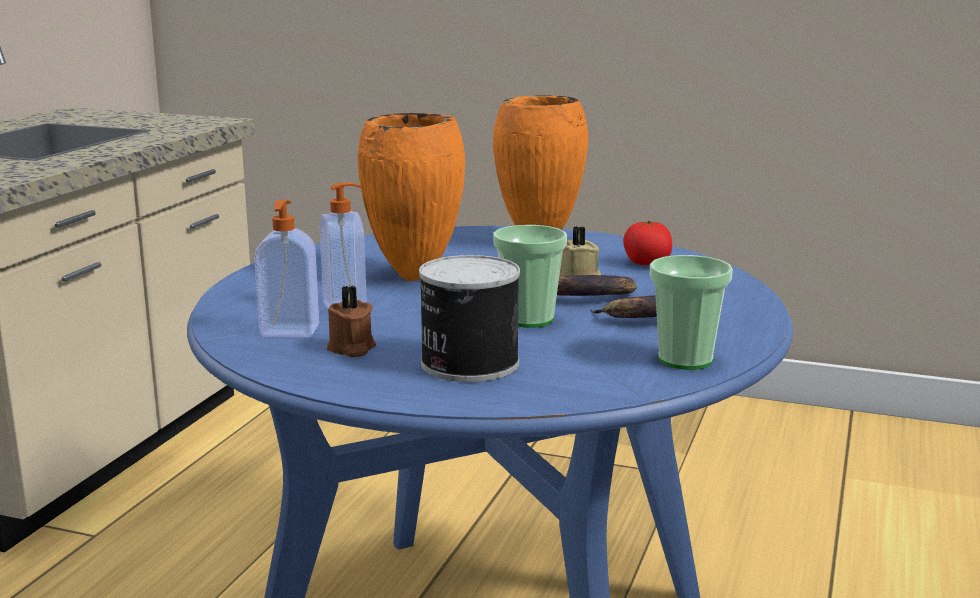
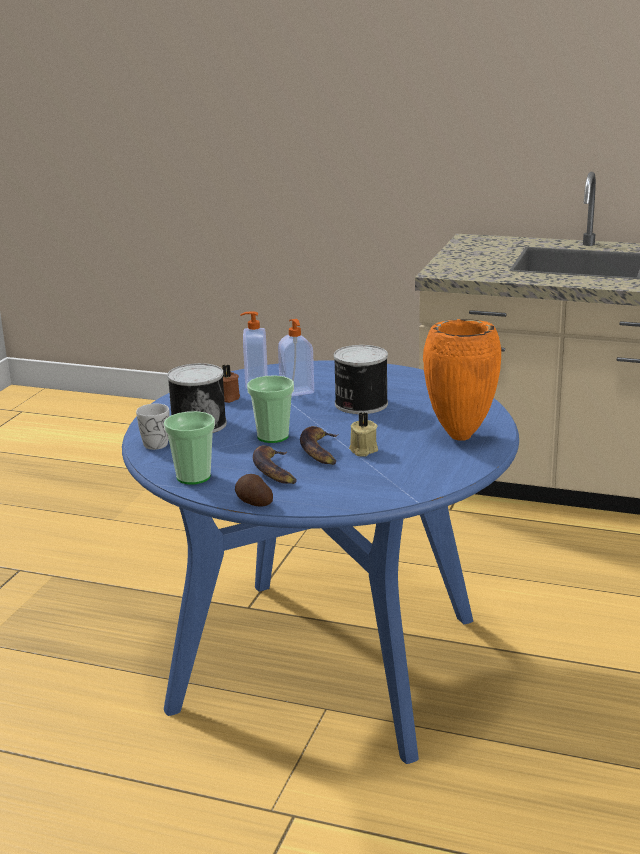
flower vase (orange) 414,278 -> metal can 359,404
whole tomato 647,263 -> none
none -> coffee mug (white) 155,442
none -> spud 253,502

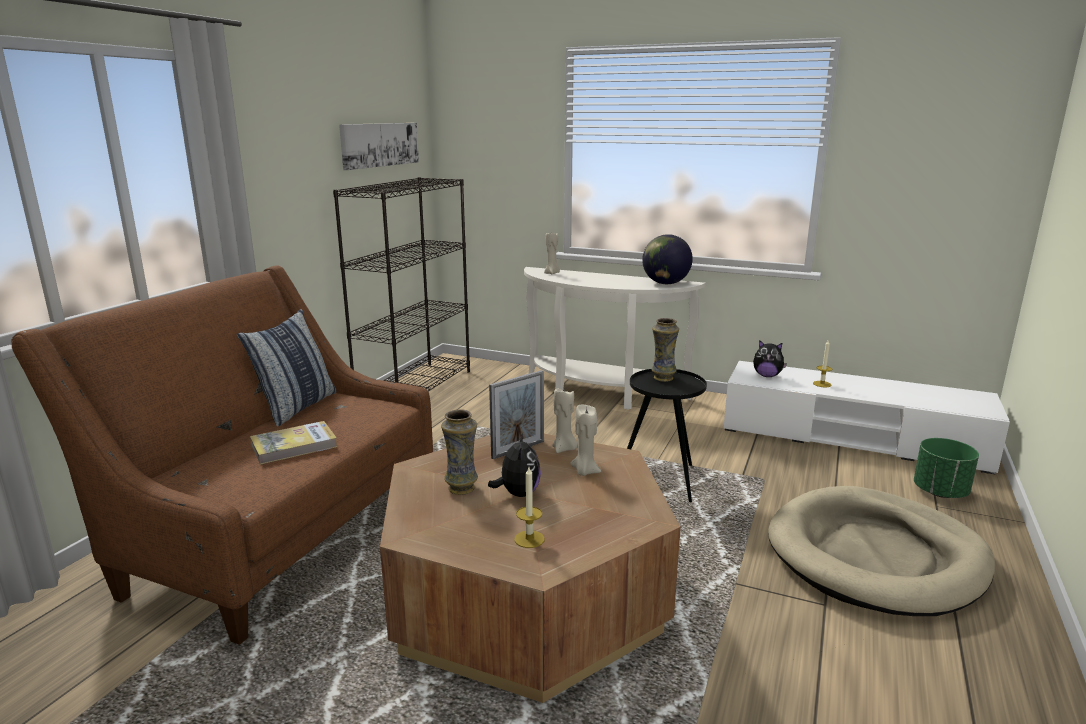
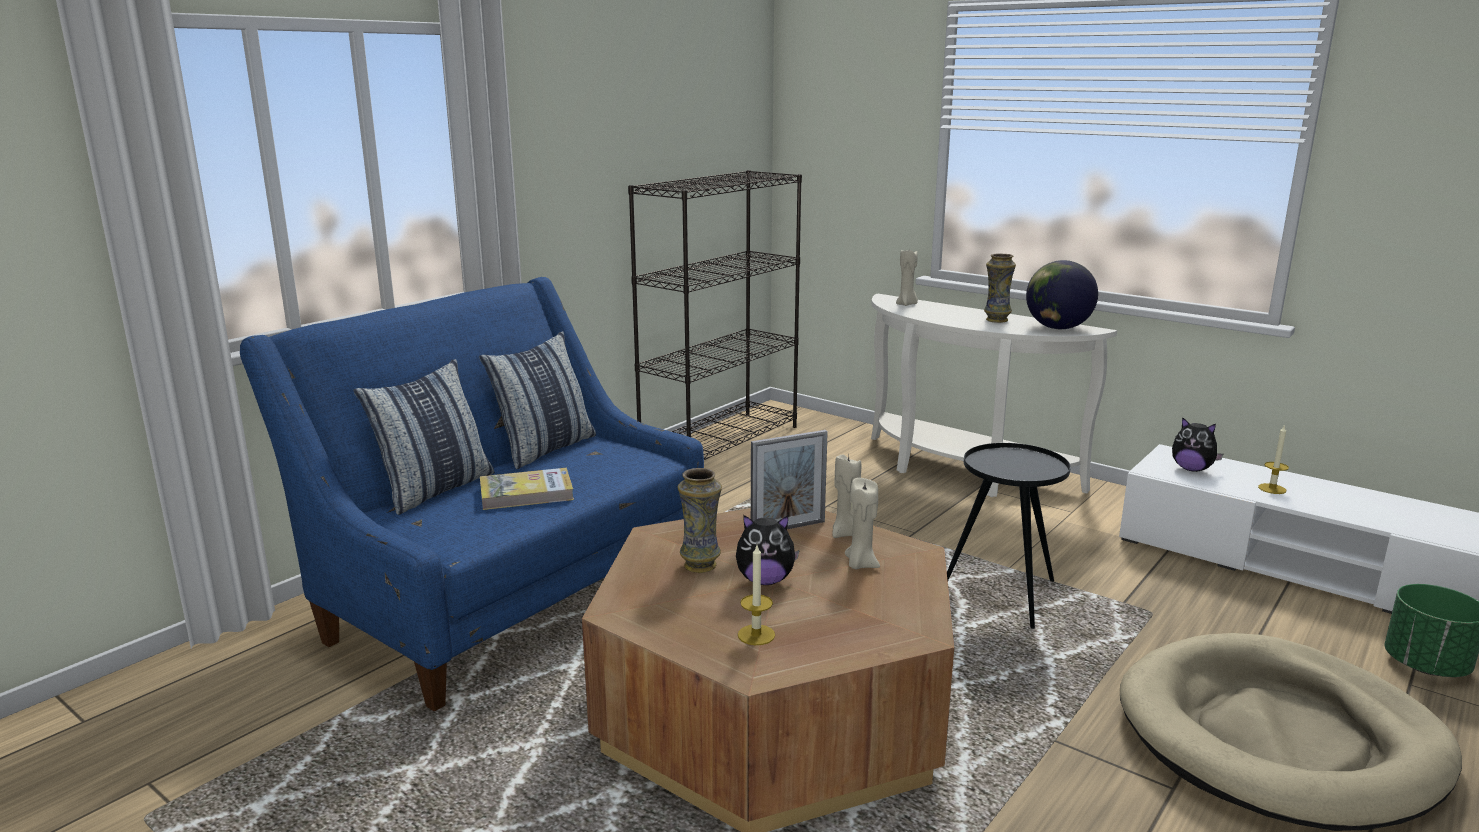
picture 379,144 -> none
couch (brown-coloured) 276,533 -> couch (blue) 507,595
flower vase 662,378 -> flower vase 996,320, moved
plush toy 518,493 -> plush toy 765,580, 75 degrees clockwise
none -> cushion 435,489

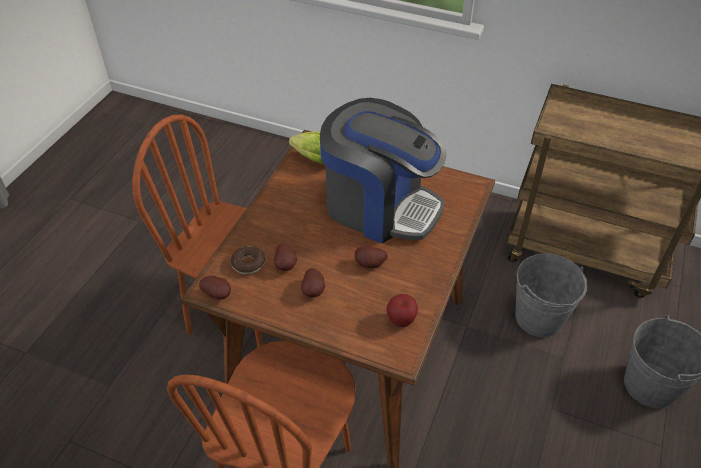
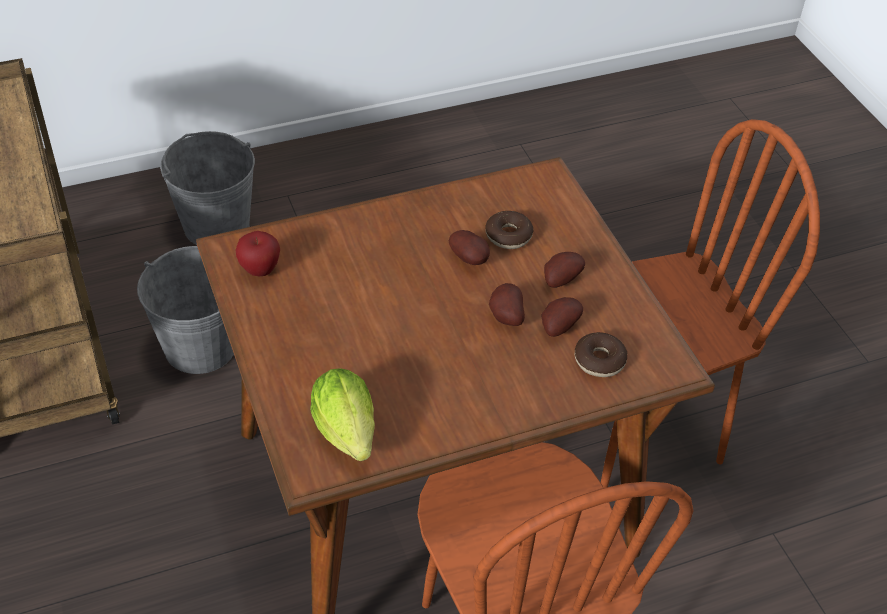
coffee maker 380,206 -> none
spud 218,294 -> spud 505,317, moved
whole apple 401,321 -> whole apple 260,270, moved
none -> donut 508,236

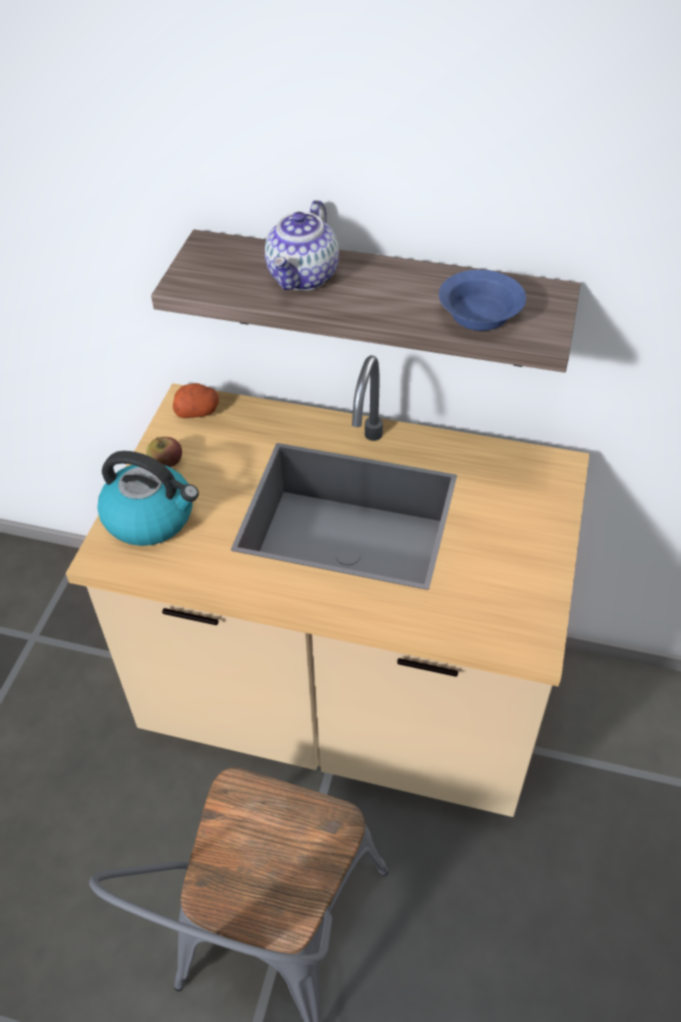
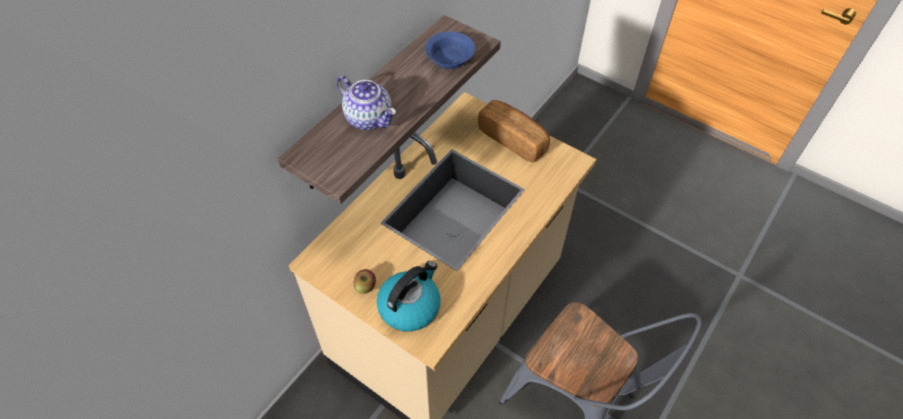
spud 198,411 -> none
none -> bread 513,139

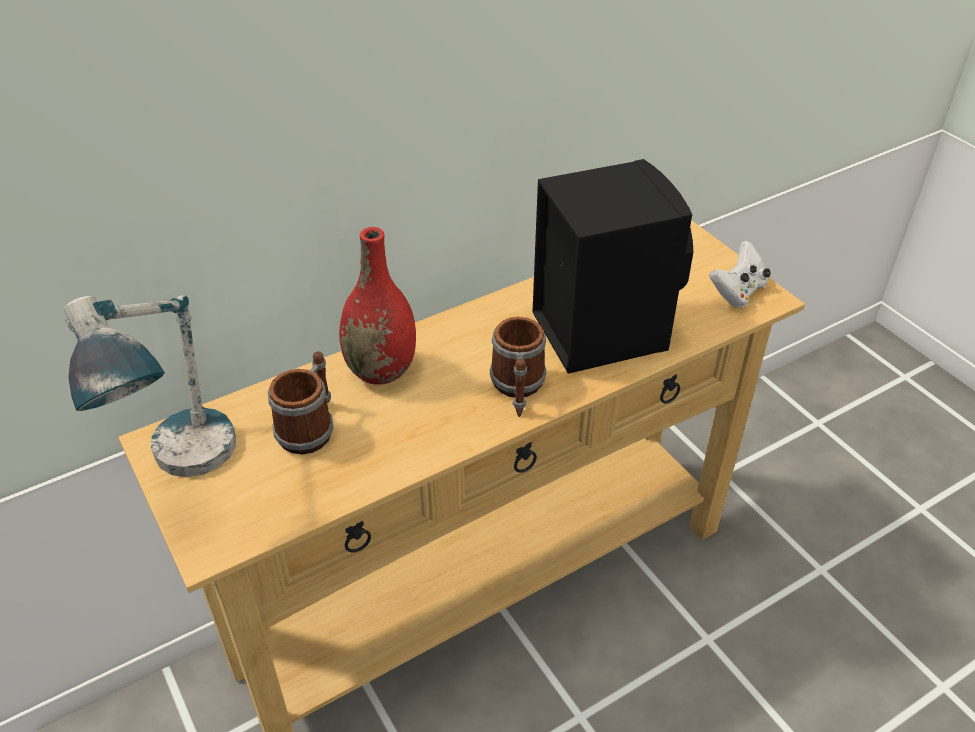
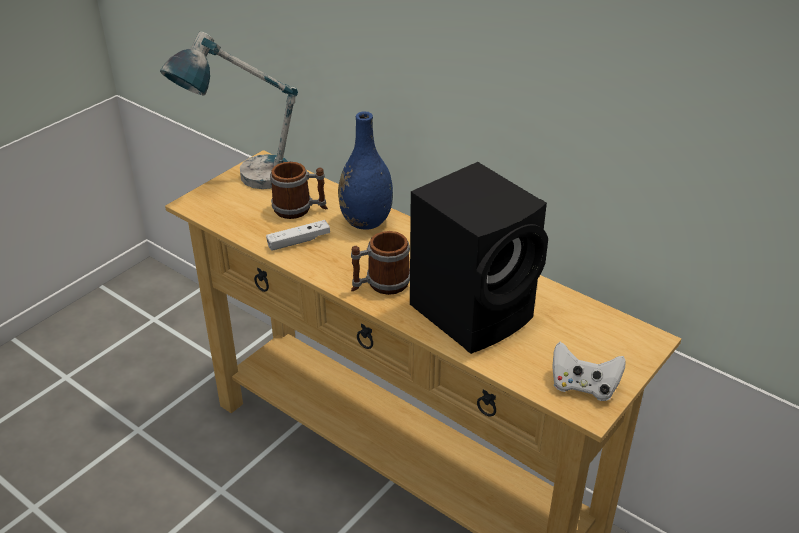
flower vase (red-coloured) 381,370 -> flower vase (blue) 366,221
none -> joypad (white) 299,241

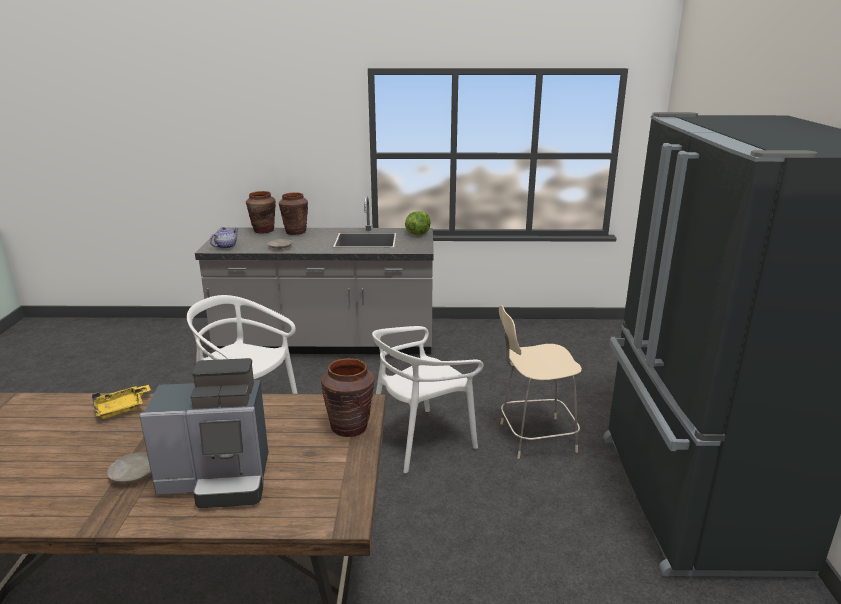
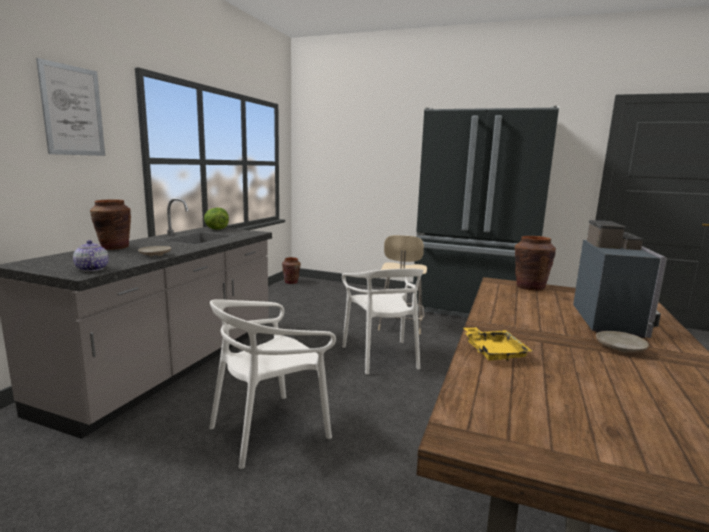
flower vase (brown-coloured) 263,231 -> flower vase (brown-coloured) 291,282, moved
none -> picture 72,111

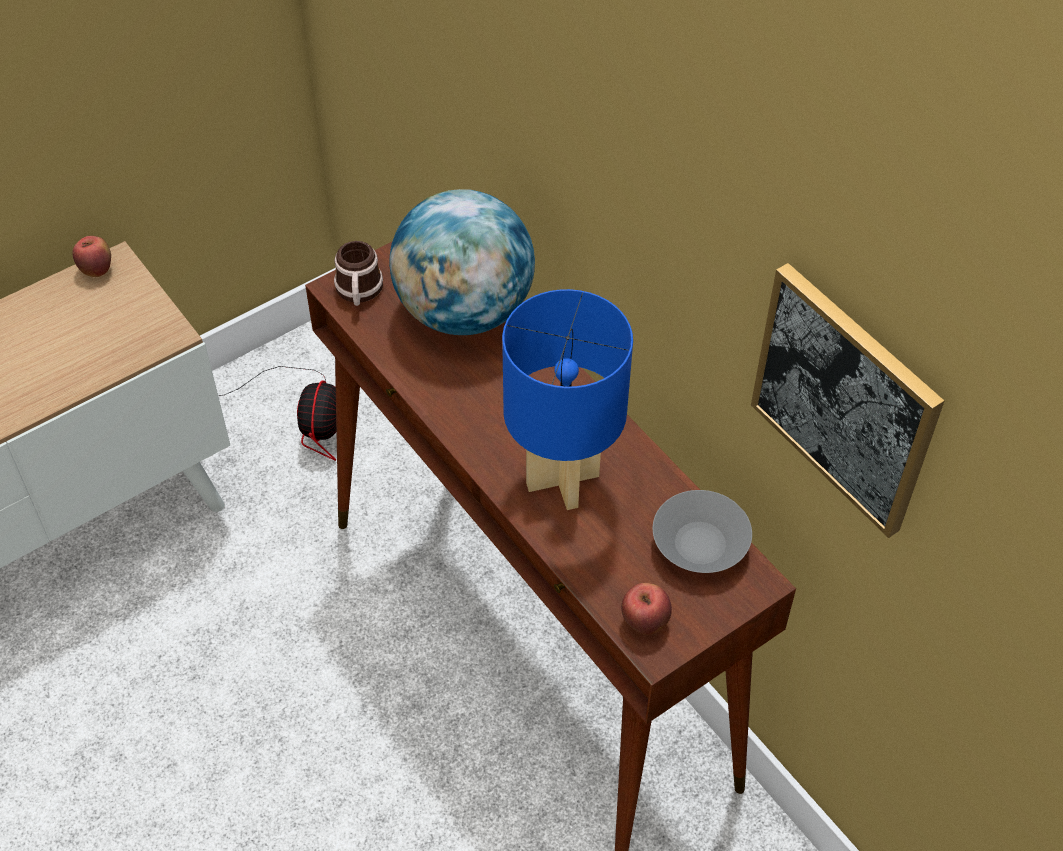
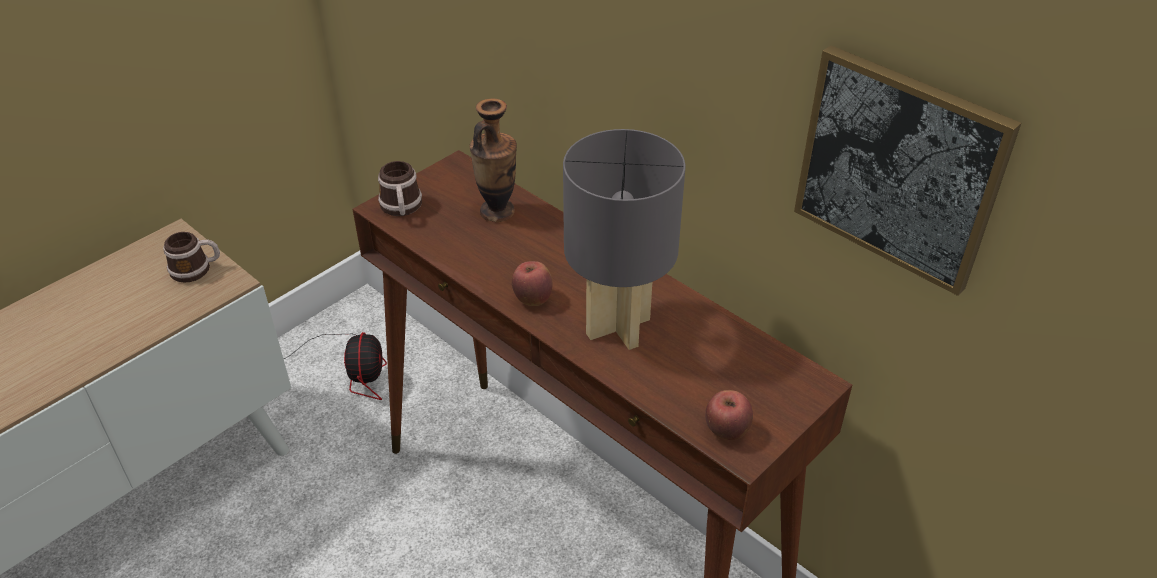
desk globe 464,311 -> flower vase 497,211
whole apple 97,270 -> whole apple 533,299, moved
tabletop lamp (blue) 563,481 -> tabletop lamp (greyish) 619,327
bowl (greyish) 701,545 -> none
none -> coffee mug 196,269

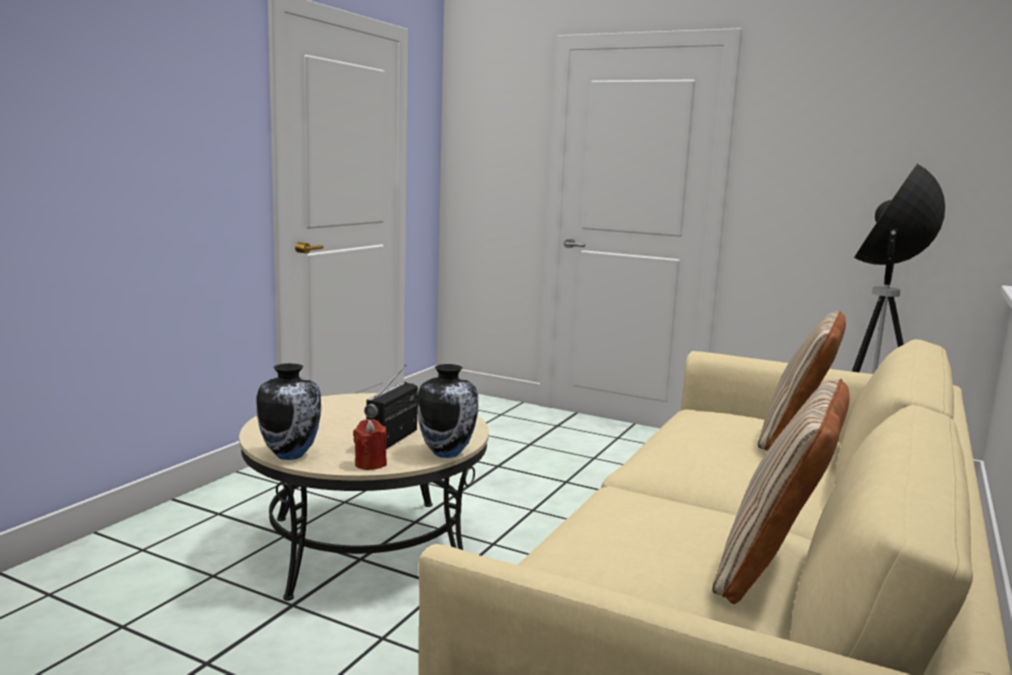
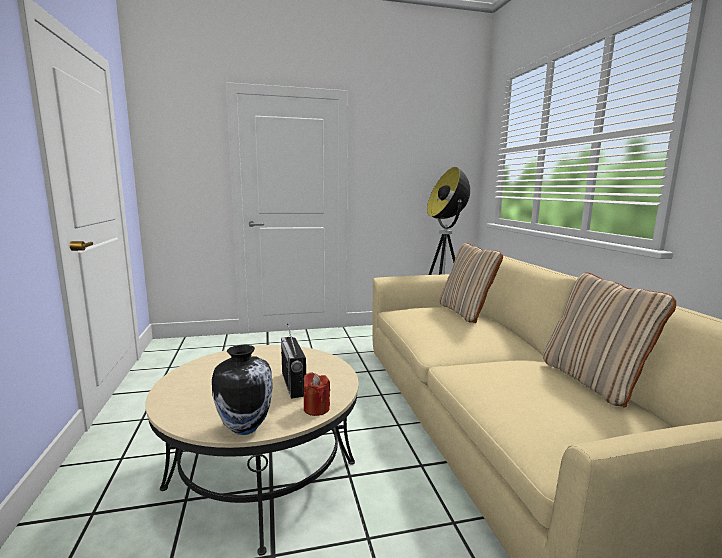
flower vase 447,453 -> none

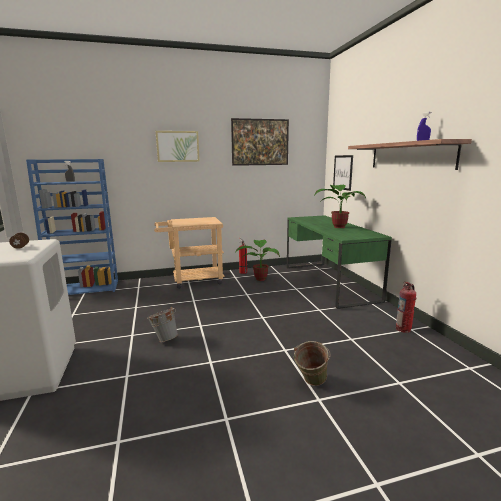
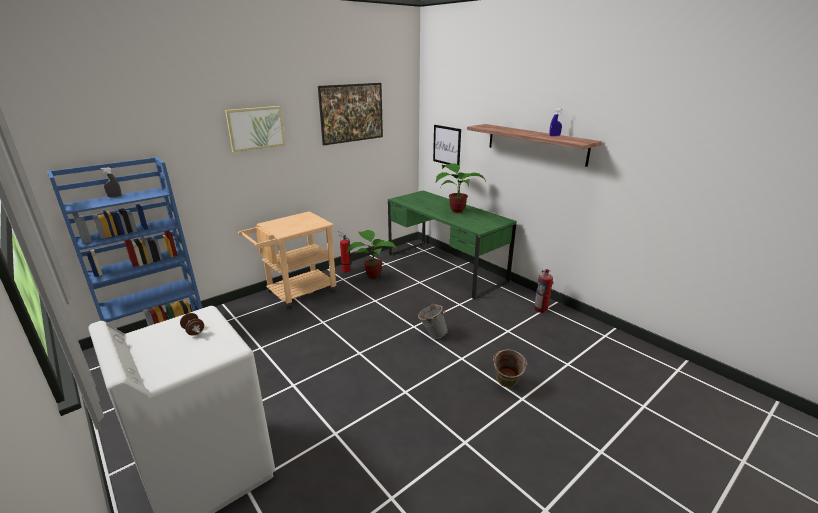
water bucket (greyish) 164,339 -> water bucket (greyish) 432,335, moved

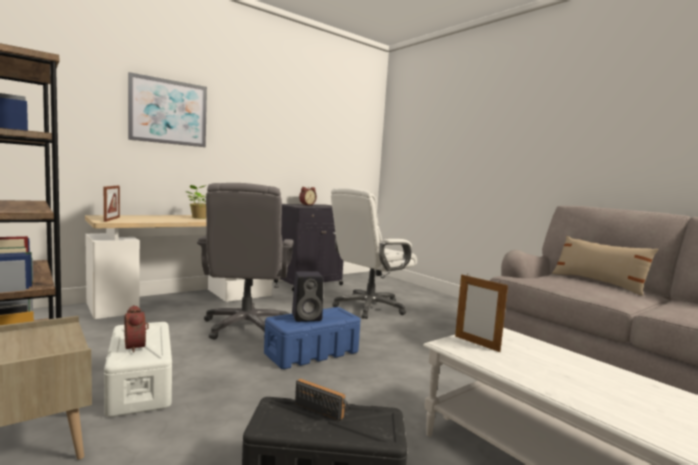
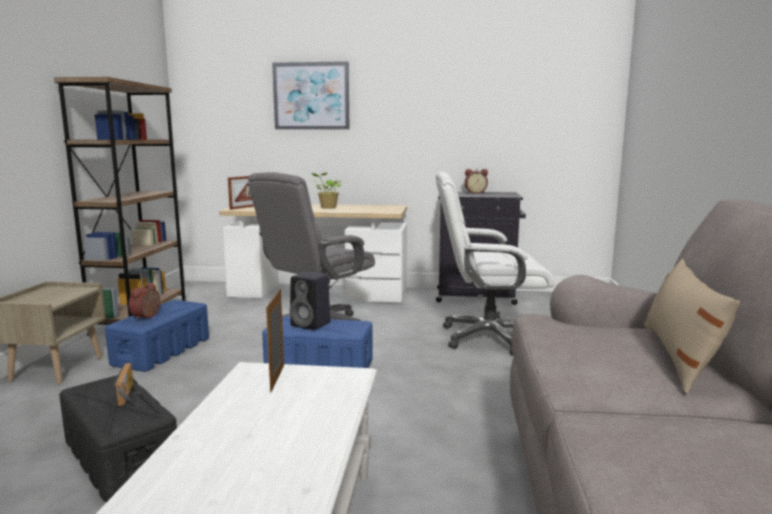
storage bin (white) 140,385 -> storage bin (blue) 161,351

